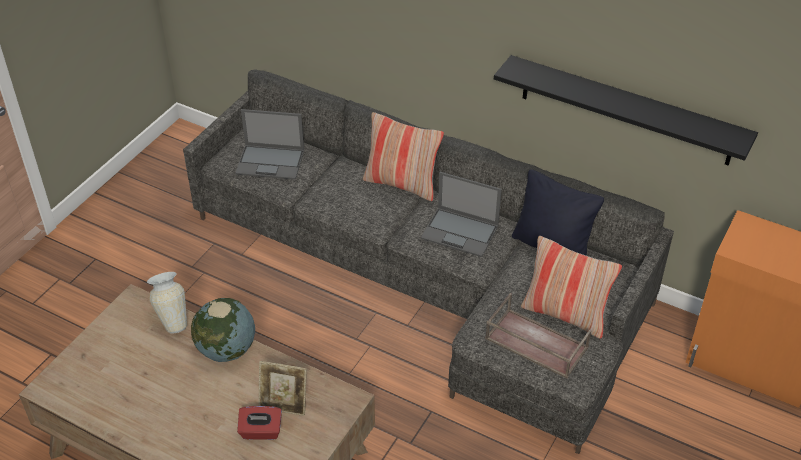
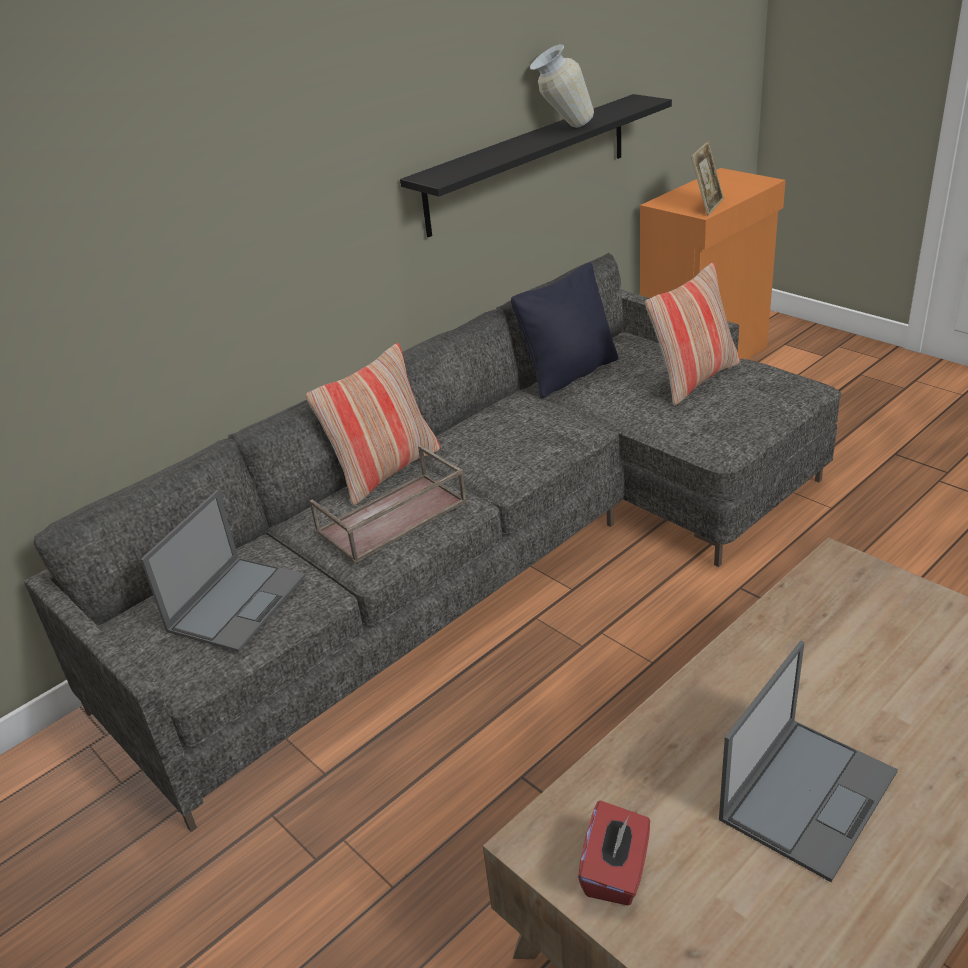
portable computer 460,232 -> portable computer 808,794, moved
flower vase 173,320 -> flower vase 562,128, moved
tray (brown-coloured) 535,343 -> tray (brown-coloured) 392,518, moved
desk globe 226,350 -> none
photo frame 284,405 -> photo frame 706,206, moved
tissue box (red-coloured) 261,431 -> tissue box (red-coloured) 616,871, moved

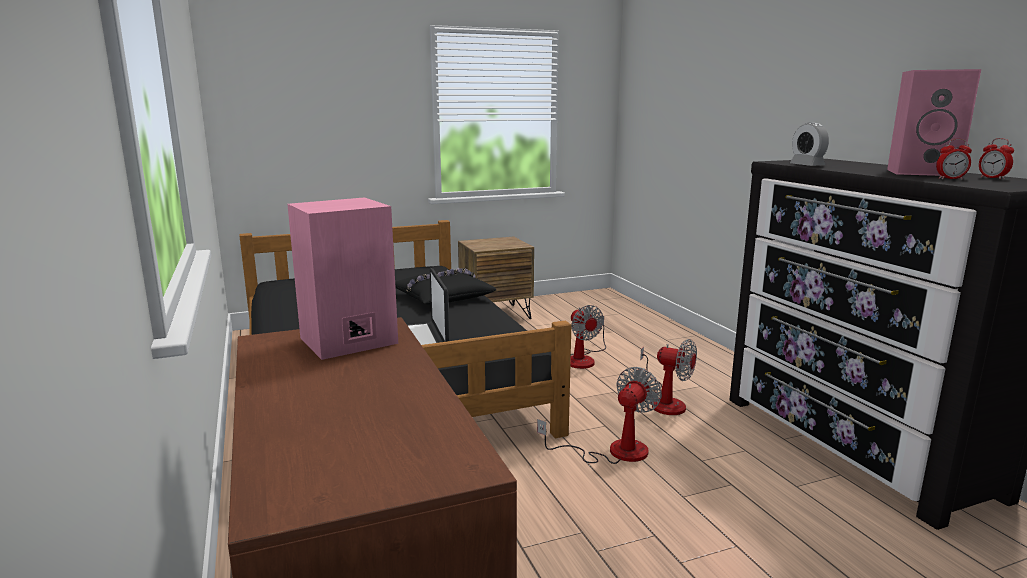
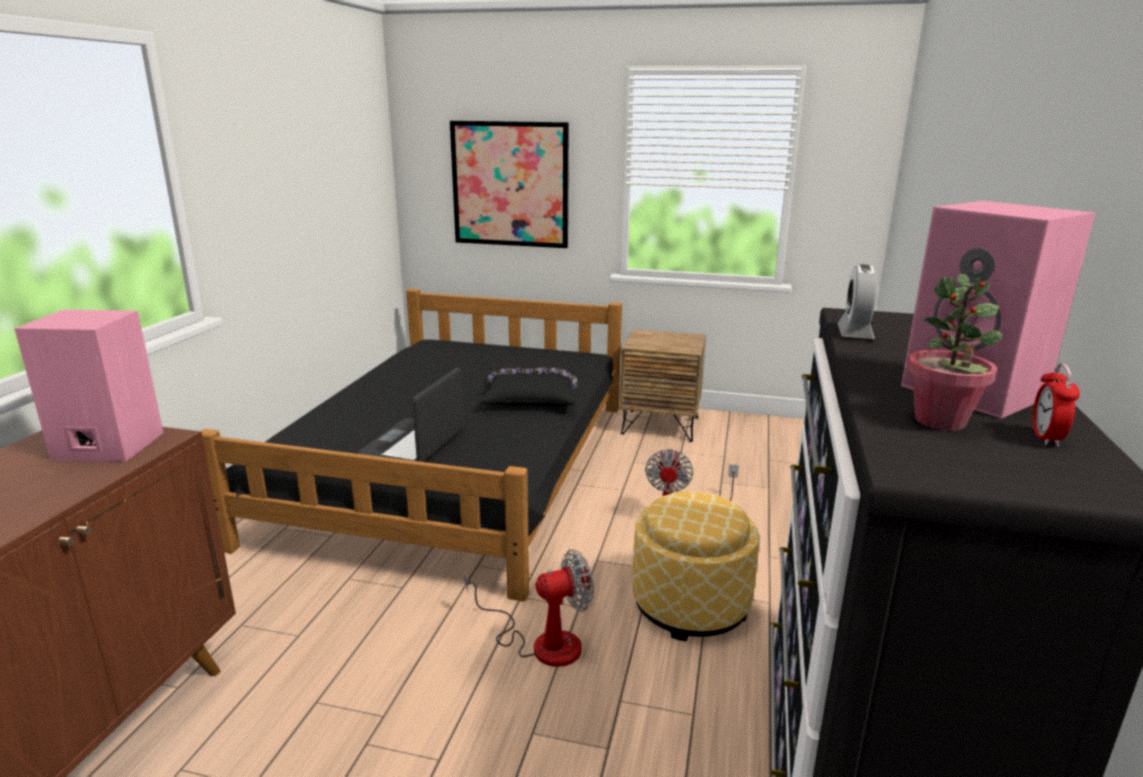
alarm clock 950,179 -> plant in a pot 940,421
fan 664,401 -> footrest 690,604
none -> picture 510,184

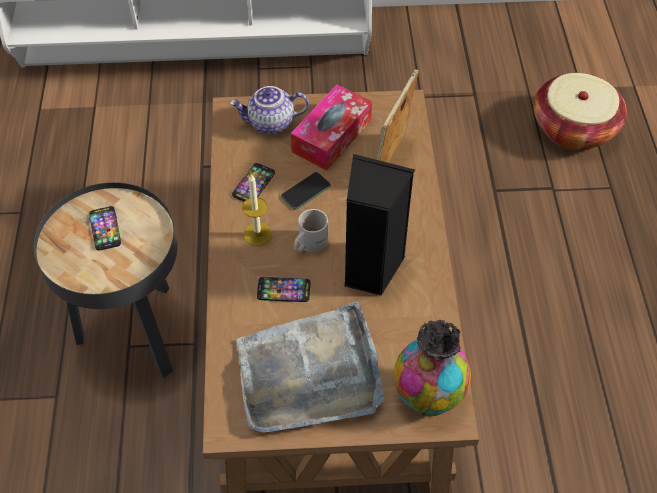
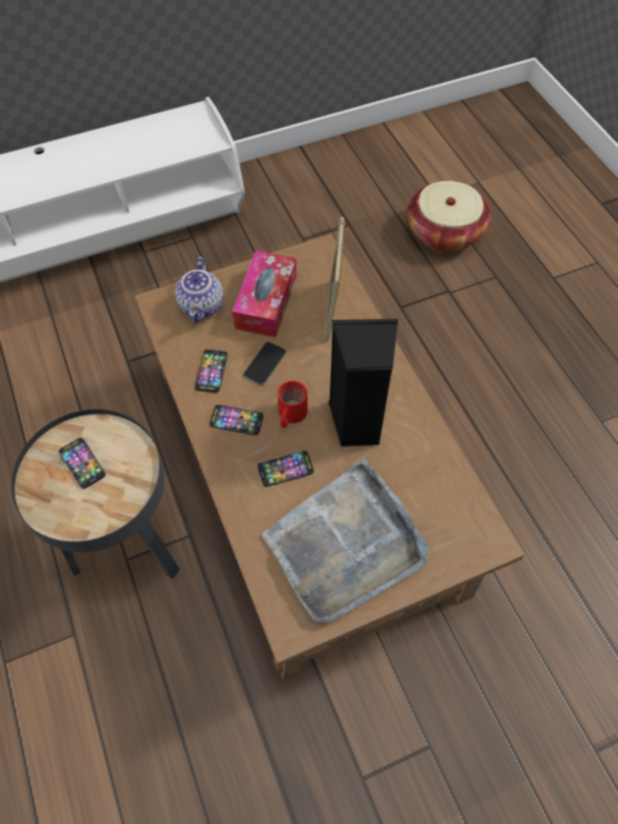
tea pot 270,124 -> tea pot 202,306, 60 degrees counterclockwise
wax candle 257,234 -> telephone 236,420
coffee mug (white) 308,243 -> coffee mug (red-coloured) 289,415
flower vase 428,395 -> none

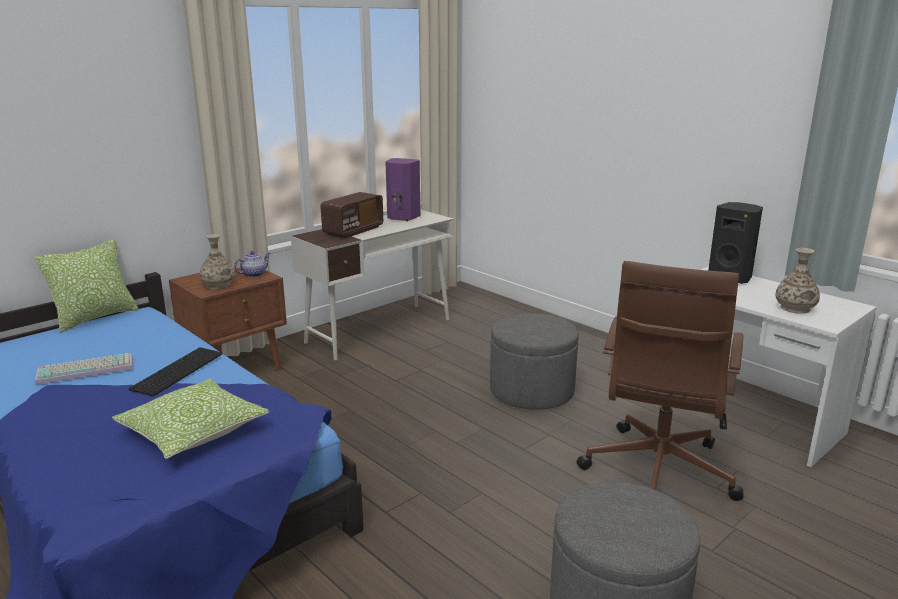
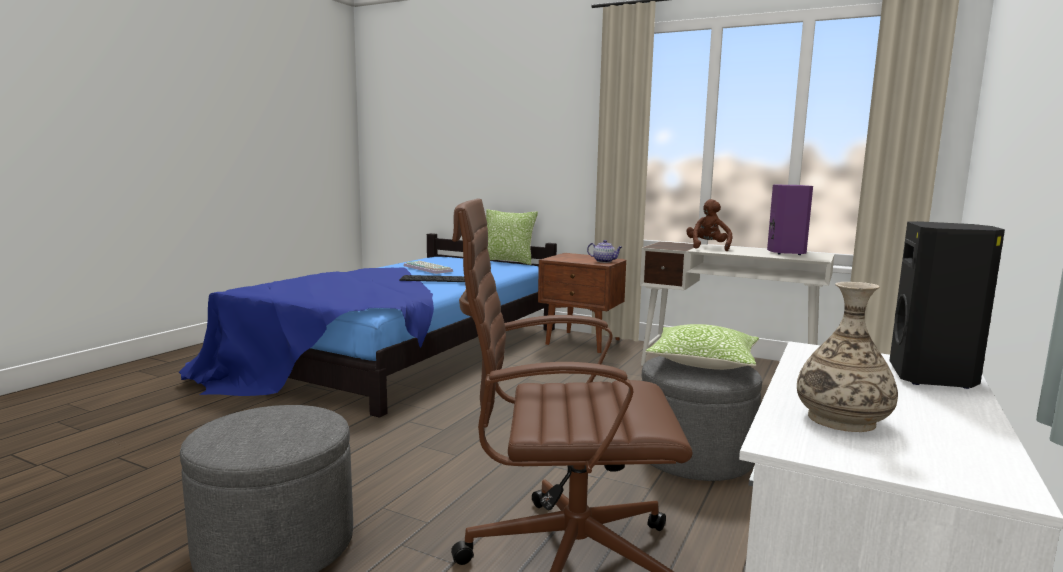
radio set 353,230 -> plush toy (brown-coloured) 708,248
flower vase 218,285 -> none
cushion 193,432 -> cushion 703,362, moved

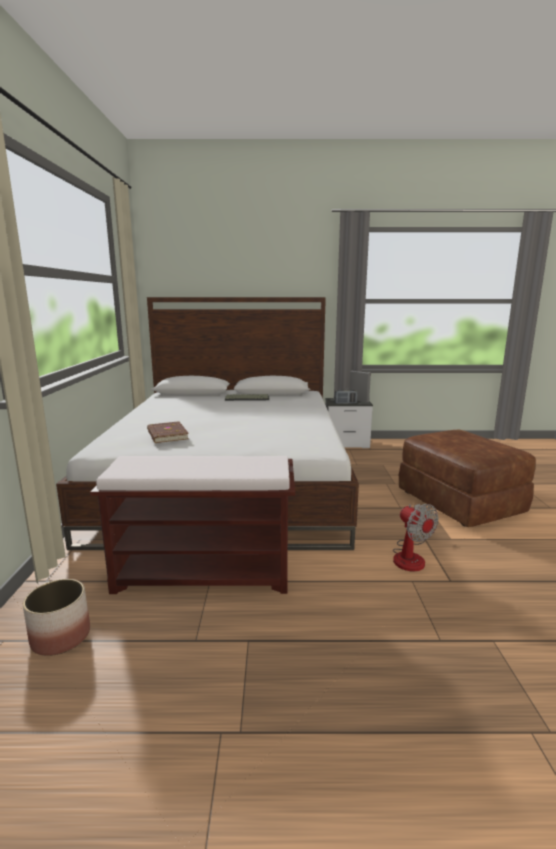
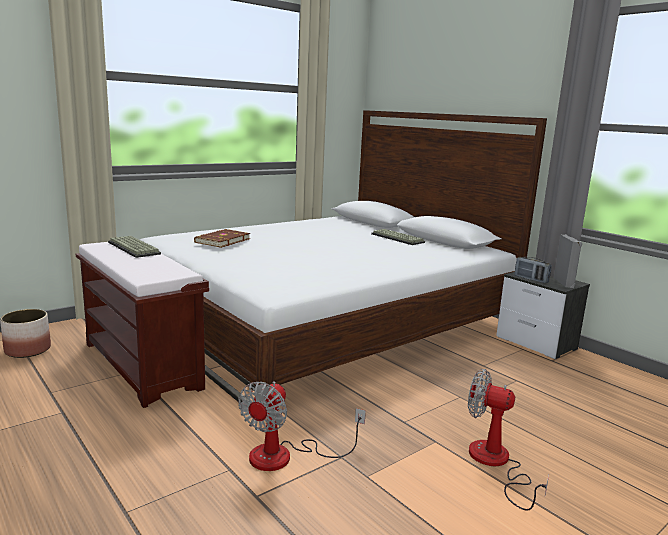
footrest (brown-coloured) 460,502 -> fan 495,463
none -> computer keyboard 135,248

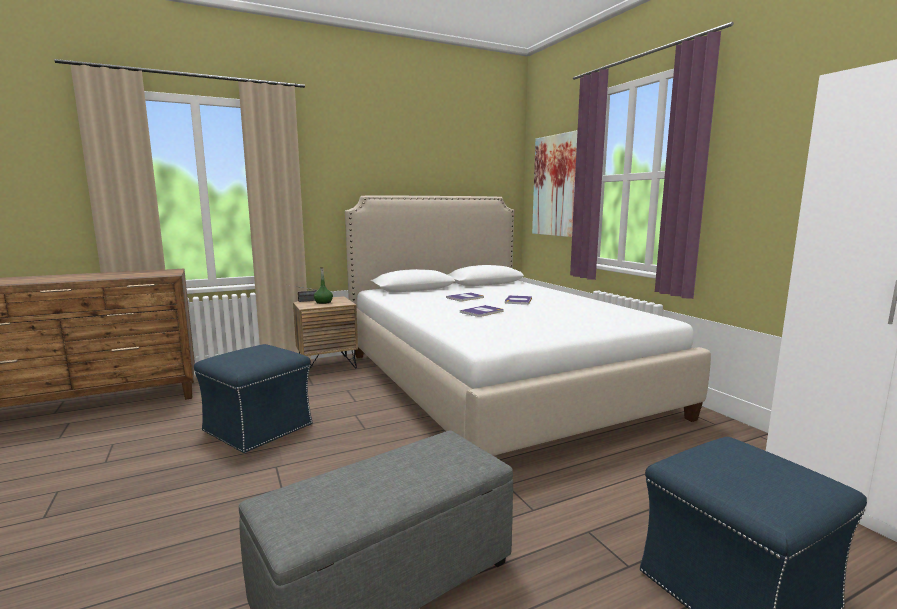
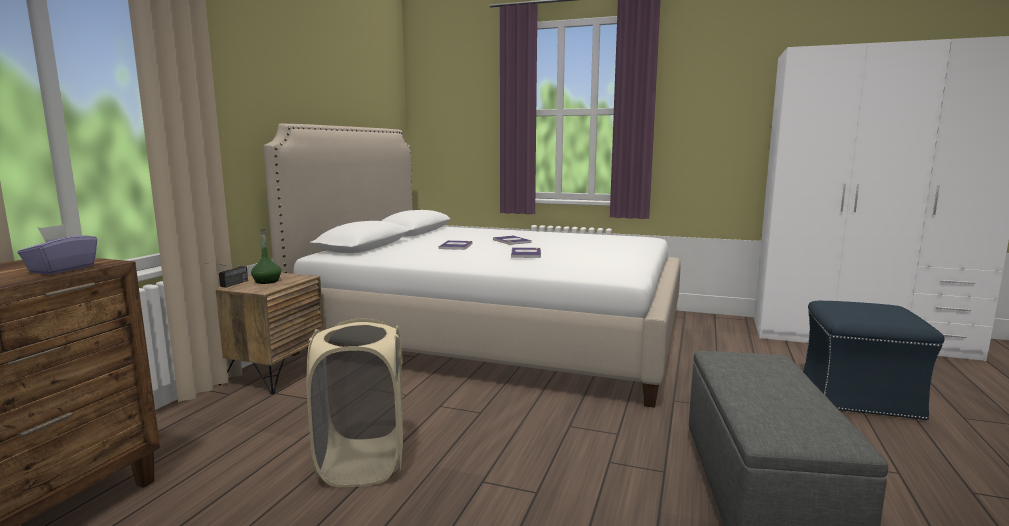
picture 555,186 -> none
footrest (blue) 259,427 -> washing basket (beige-coloured) 362,462
none -> tissue box (purple-coloured) 62,269

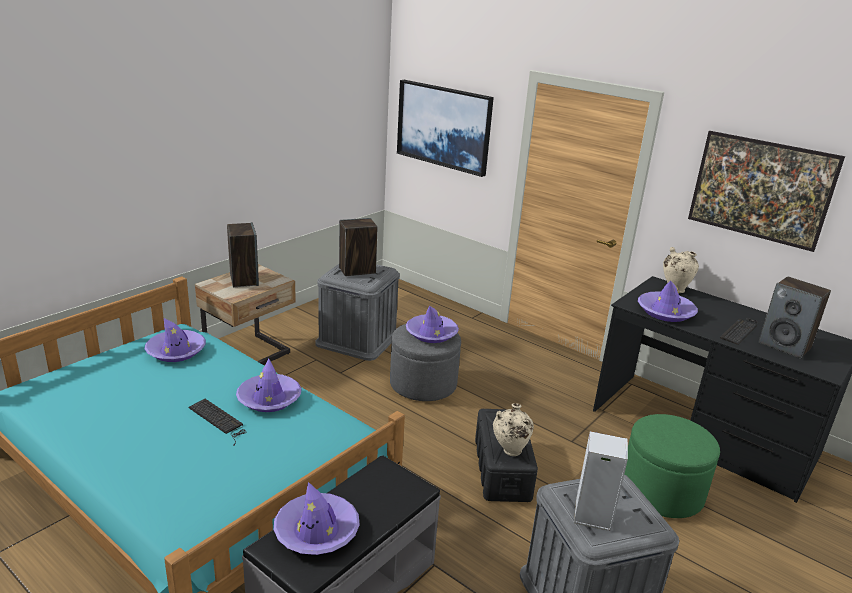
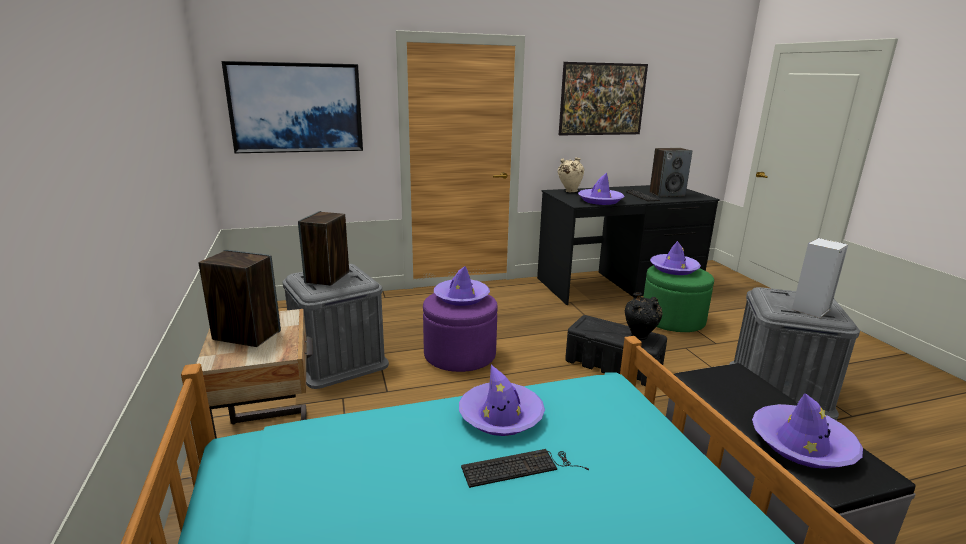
clothing hat (purple-coloured) 176,351 -> clothing hat (purple-coloured) 674,269, moved
footrest (greyish) 423,384 -> footrest (purple-coloured) 460,355
flower vase (beige-coloured) 509,452 -> flower vase (black) 639,338

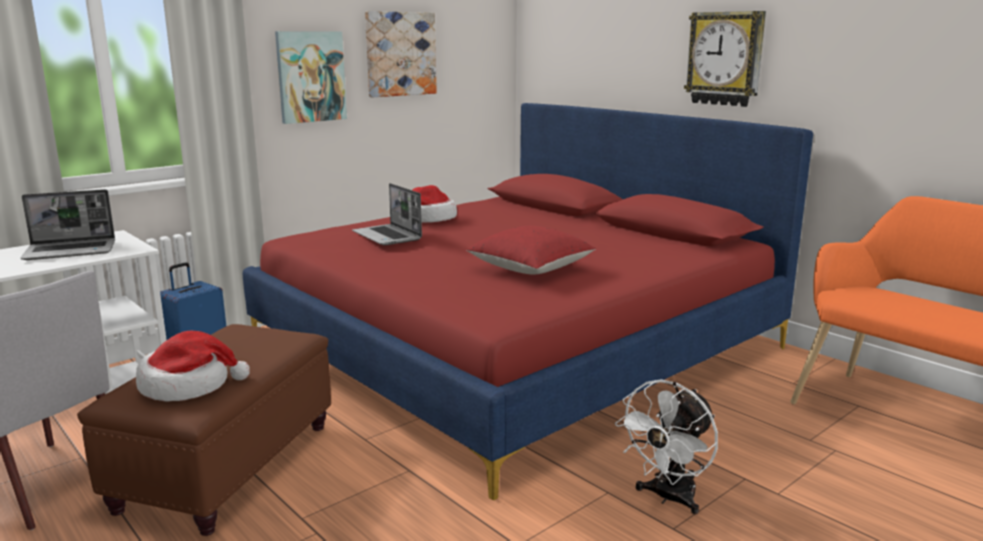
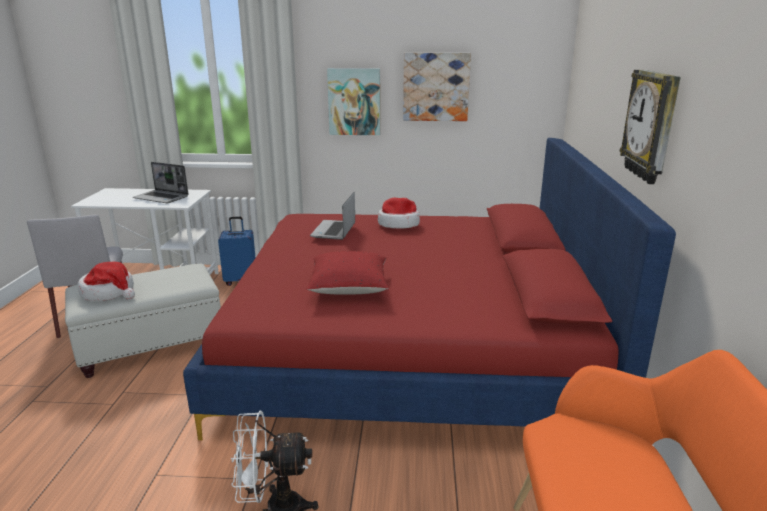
footrest (brown-coloured) 228,465 -> footrest (white) 153,345

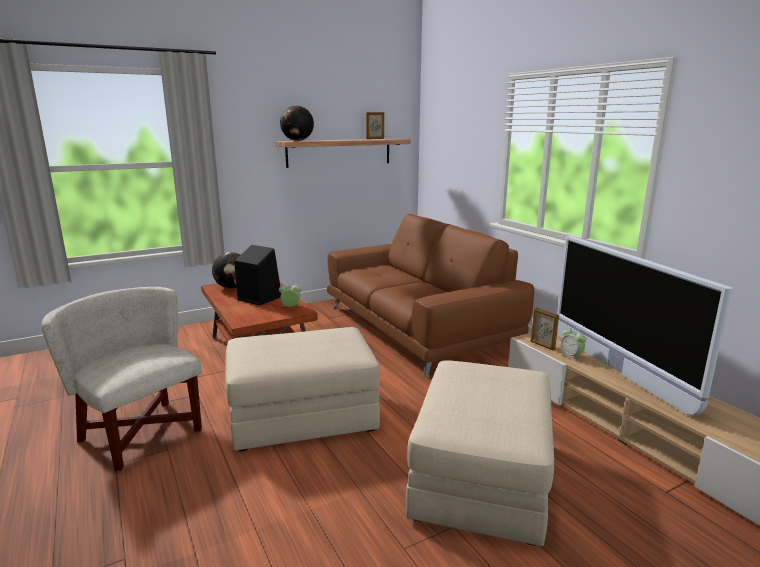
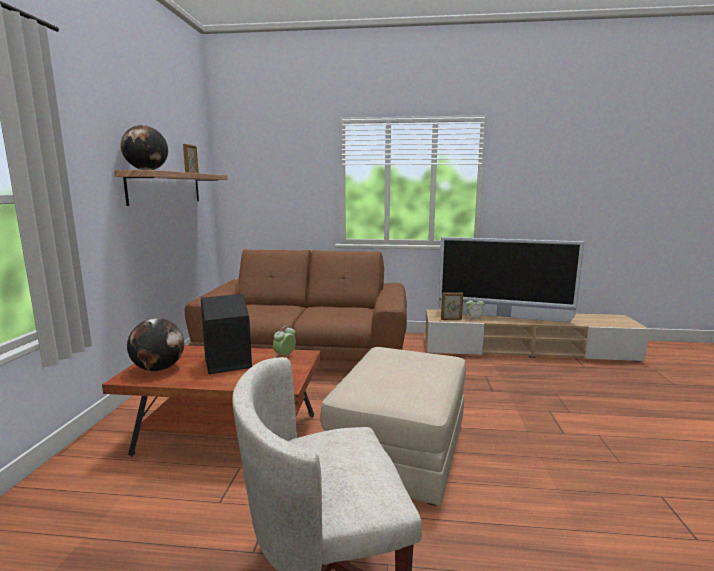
footrest (beige-coloured) 481,478 -> none

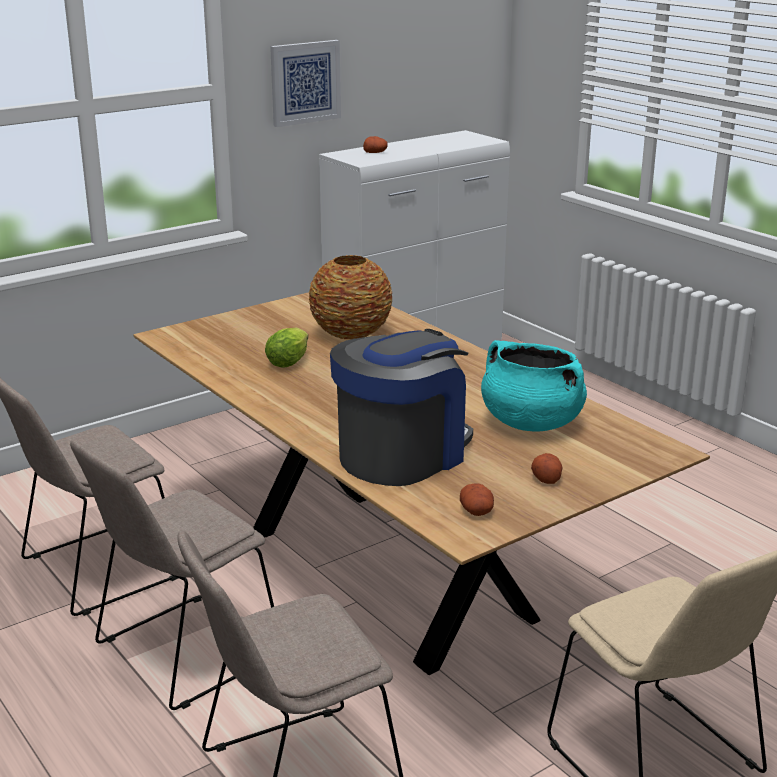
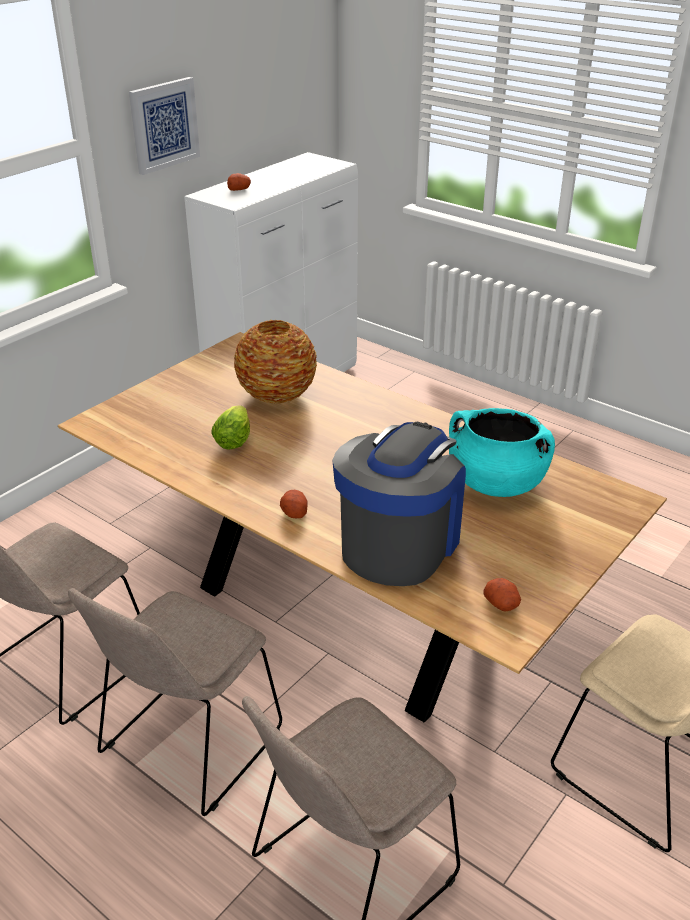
spud 546,478 -> spud 294,511, moved

